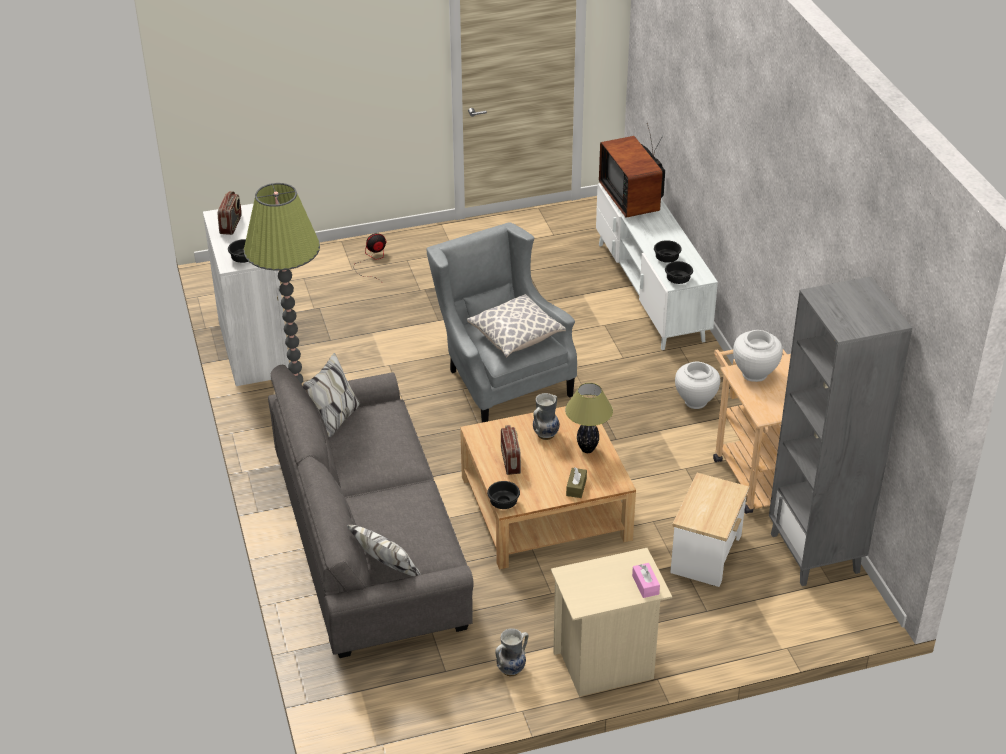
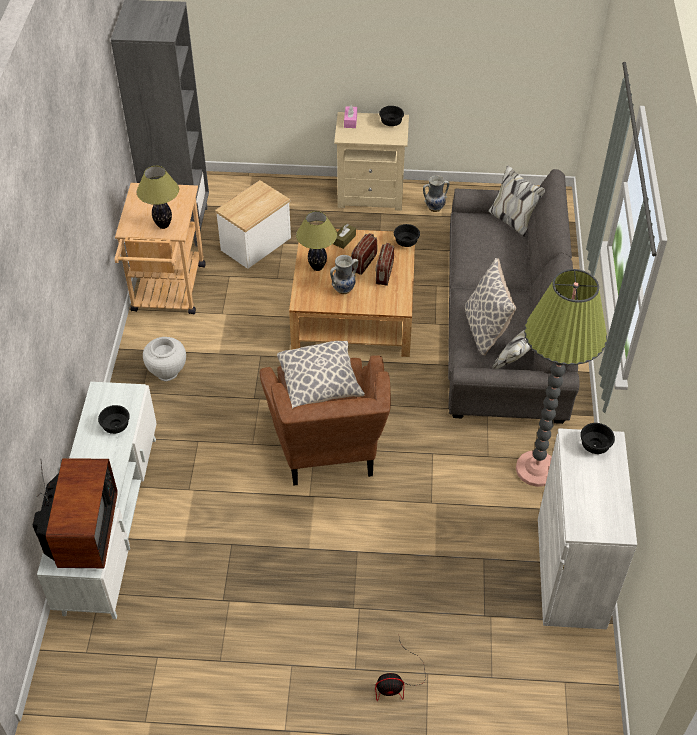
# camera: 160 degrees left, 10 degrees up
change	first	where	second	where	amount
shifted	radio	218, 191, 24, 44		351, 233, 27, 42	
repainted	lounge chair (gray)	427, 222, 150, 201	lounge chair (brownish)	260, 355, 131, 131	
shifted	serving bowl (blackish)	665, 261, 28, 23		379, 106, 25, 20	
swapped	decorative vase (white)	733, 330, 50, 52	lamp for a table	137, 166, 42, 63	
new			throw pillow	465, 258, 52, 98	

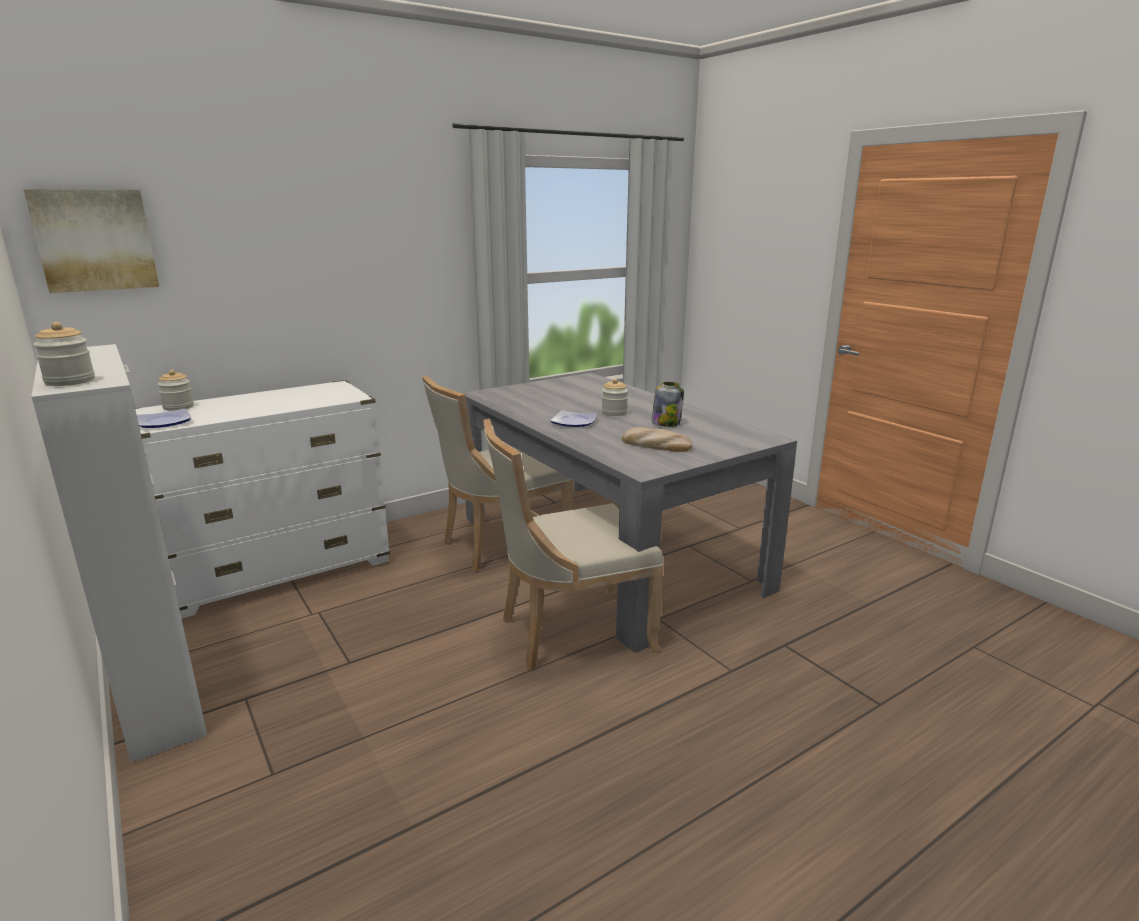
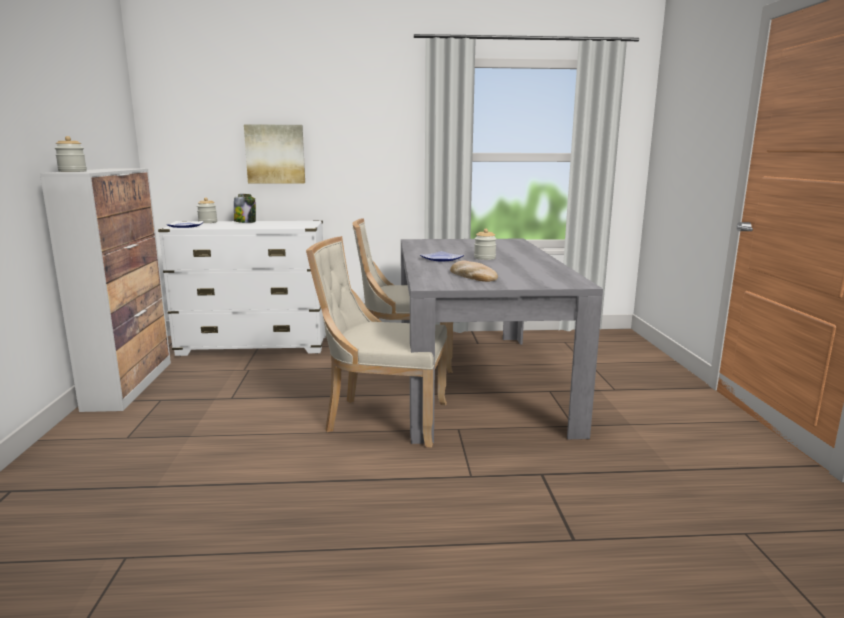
# camera: 30 degrees right, 5 degrees down
change	first	where	second	where	amount
shifted	wall art	23, 189, 136, 104		244, 124, 61, 59	
shifted	jar	652, 382, 32, 45		234, 194, 22, 29	

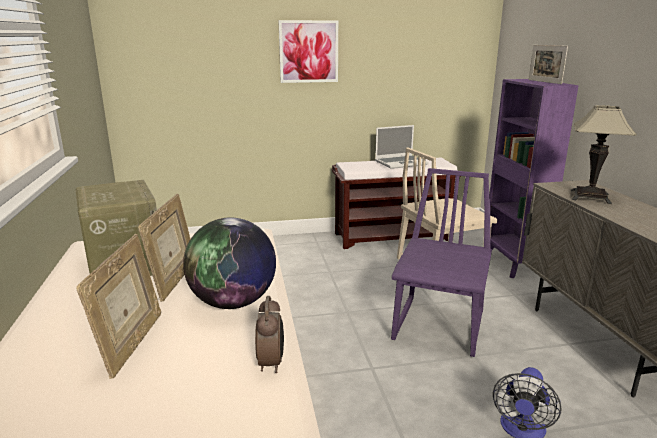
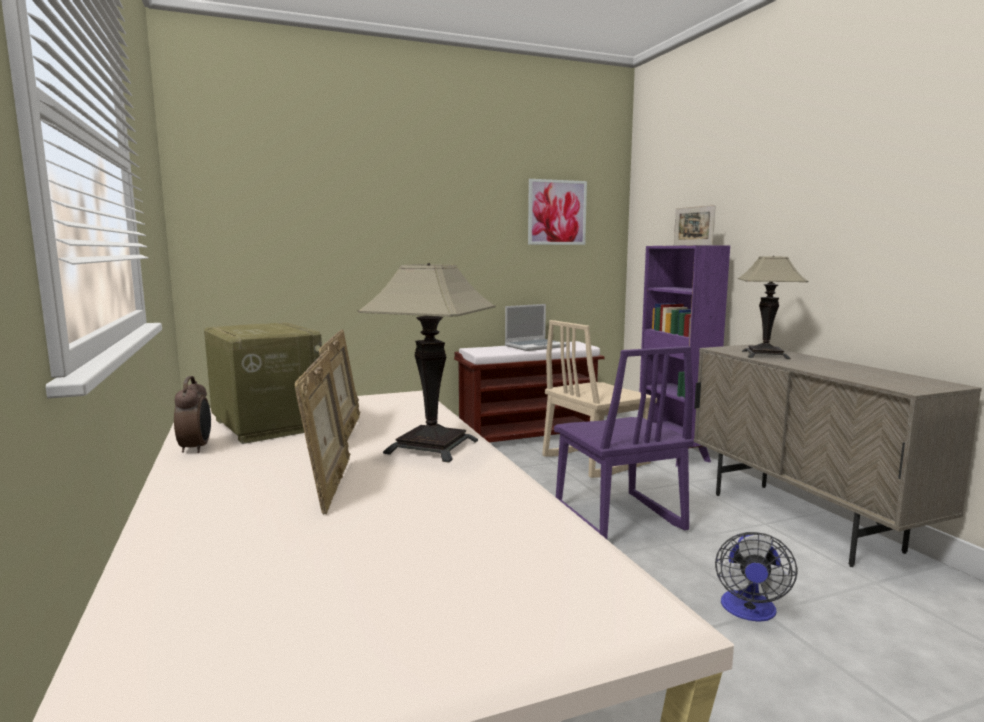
# camera: 10 degrees left, 10 degrees down
change	first	where	second	where	amount
shifted	wall art	278, 20, 60, 63		528, 179, 59, 66	
rotated	chair (purplish)	391, 168, 101, 189		554, 346, 140, 193	150 degrees clockwise
swapped	desk globe	183, 218, 93, 91	lamp for a table	358, 263, 138, 199	
shifted	bedside clock	255, 296, 29, 77		174, 376, 37, 77	

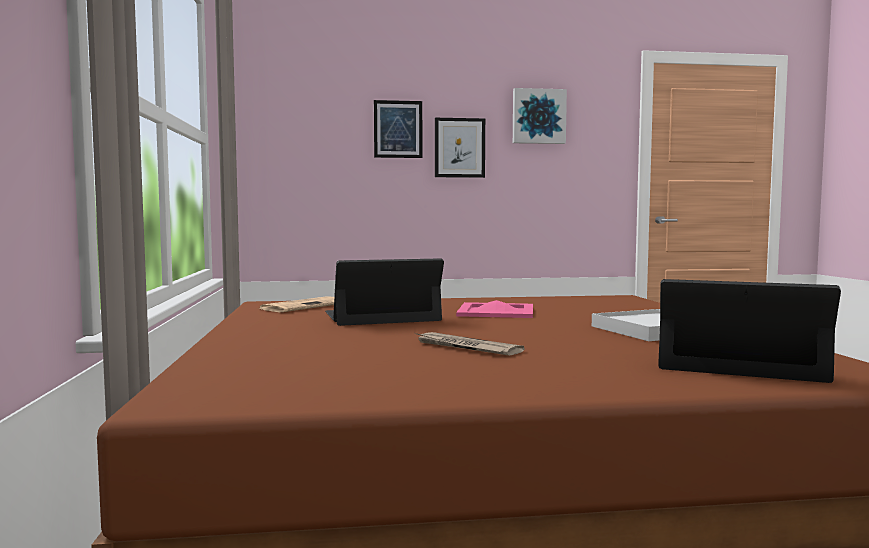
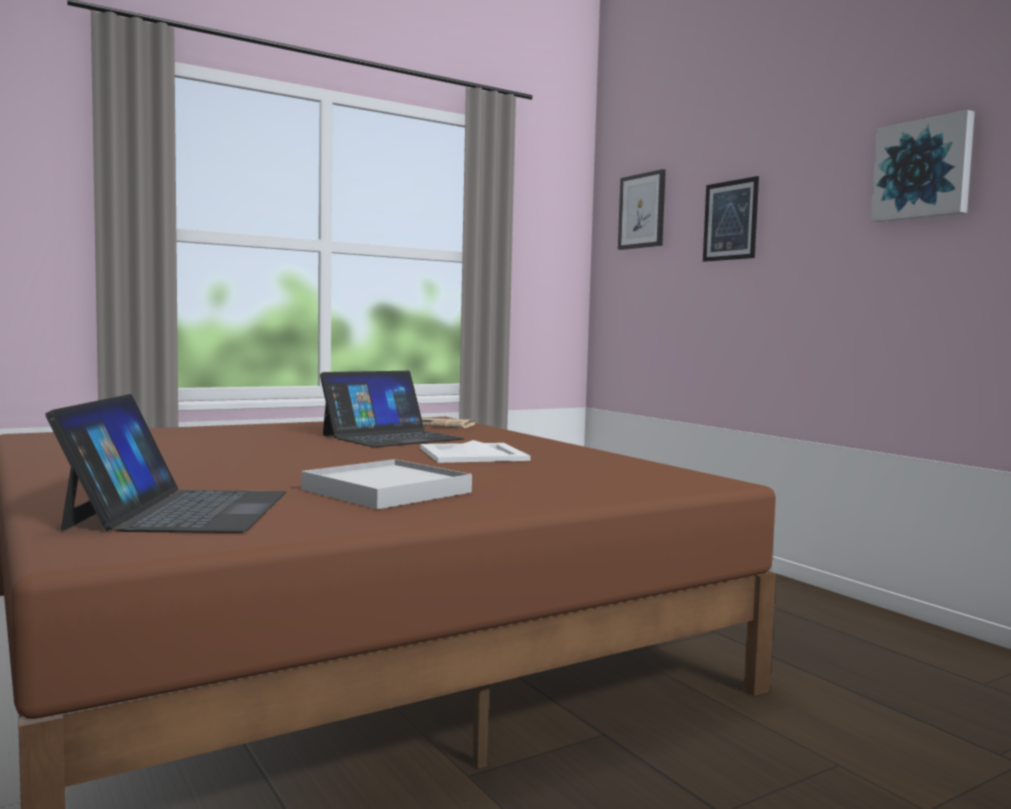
# camera: 65 degrees right, 0 degrees up
change	first	where	second	where	amount
shifted	wall art	435, 118, 50, 60		618, 169, 48, 81	
rotated	portable computer	325, 258, 119, 68		320, 371, 145, 76	90 degrees clockwise
repainted	carrying tray (pinkish)	456, 300, 77, 18	carrying tray (white)	420, 440, 111, 23	
gone	printed paper	415, 332, 110, 24			

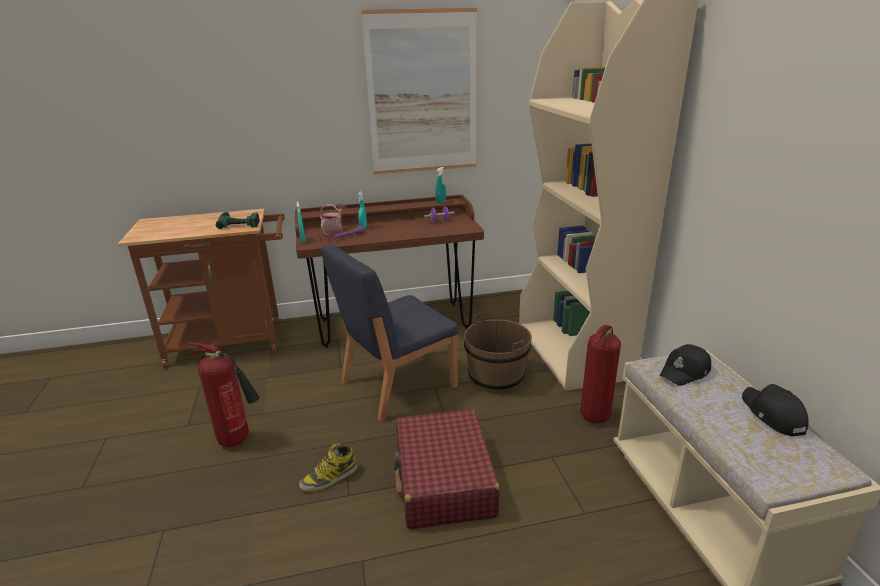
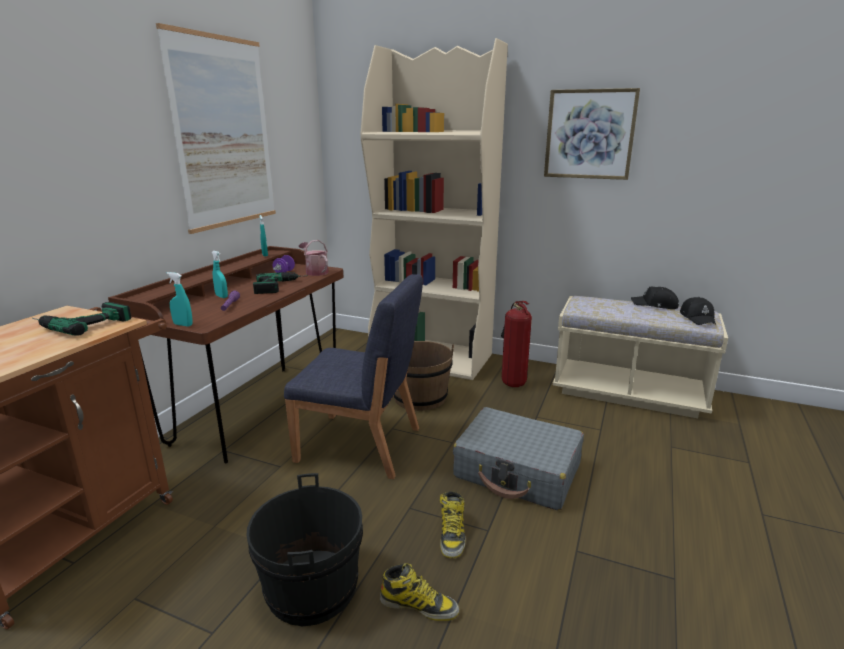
# camera: 55 degrees left, 5 degrees down
change	first	where	second	where	amount
shifted	sprinkling can	320, 204, 26, 34		299, 240, 30, 36	
rotated	chair (blue-coloured)	321, 245, 138, 177		284, 274, 139, 205	75 degrees counterclockwise
swapped	extinguisher	189, 343, 70, 104	bucket (blackish)	246, 473, 117, 153	
shifted	baseball cap (blackish)	659, 344, 52, 42		680, 297, 36, 28	
repainted	suitcase (reddish)	394, 409, 106, 121	suitcase (gray)	453, 407, 131, 104	
new			wall art	544, 88, 96, 92	
new			drill	253, 272, 55, 22	
new			boot	380, 563, 80, 58	

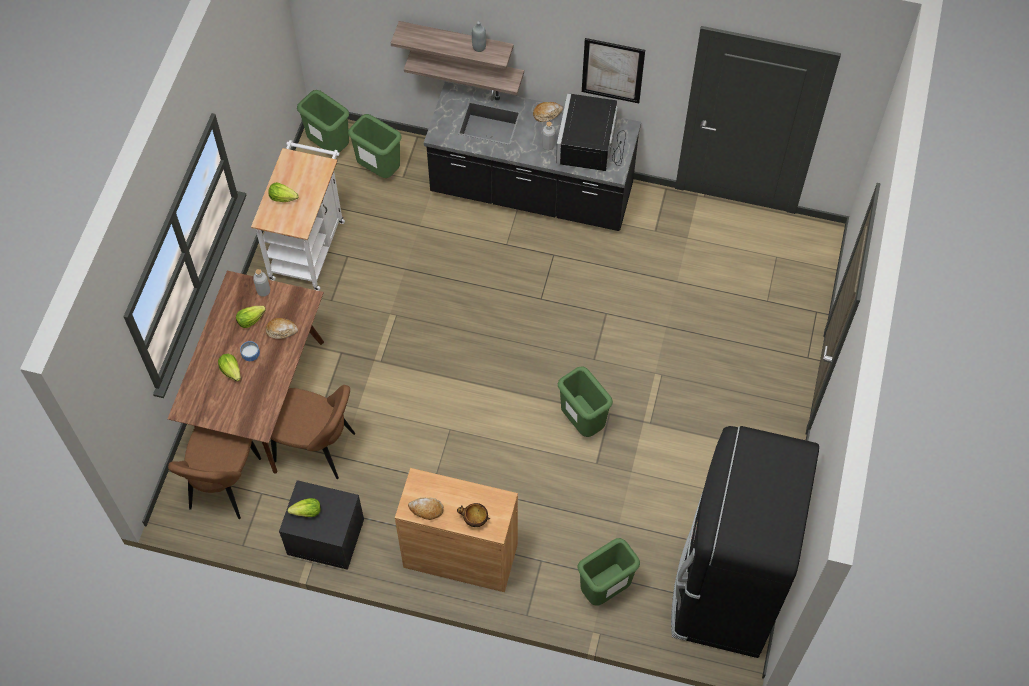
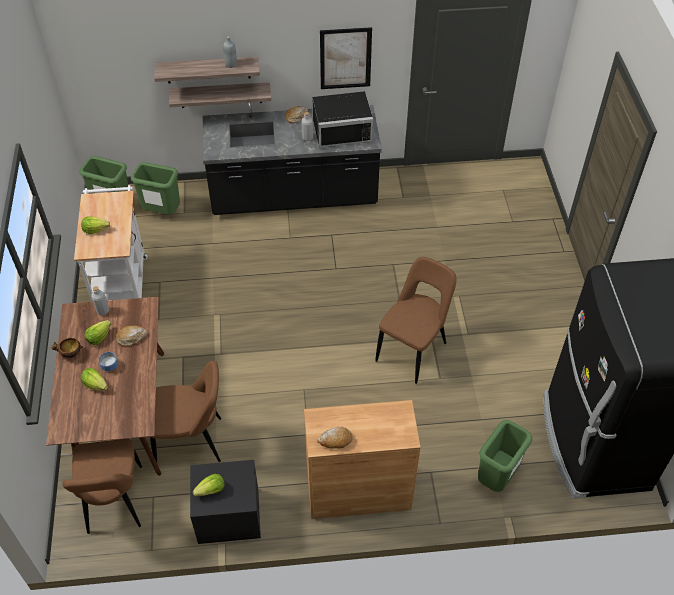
# camera: 20 degrees left, 10 degrees down
change	first	where	second	where	amount
rotated	microwave oven (blackish)	556, 93, 70, 78		312, 91, 61, 57	90 degrees counterclockwise
swapped	waste bin (greenish)	558, 367, 55, 70	chair (brownish)	375, 257, 82, 127	
shifted	serving bowl	457, 503, 33, 24		51, 338, 32, 20	

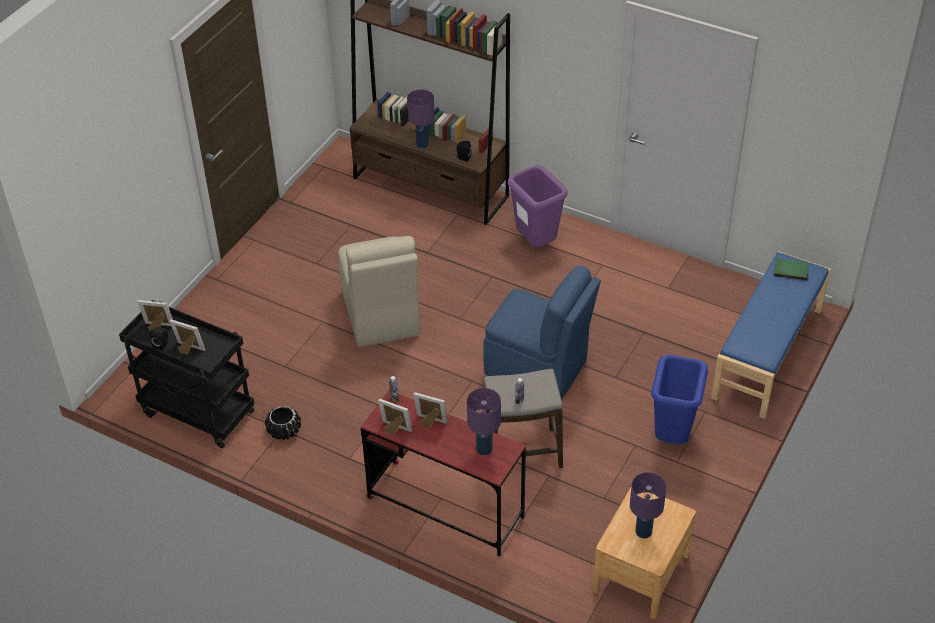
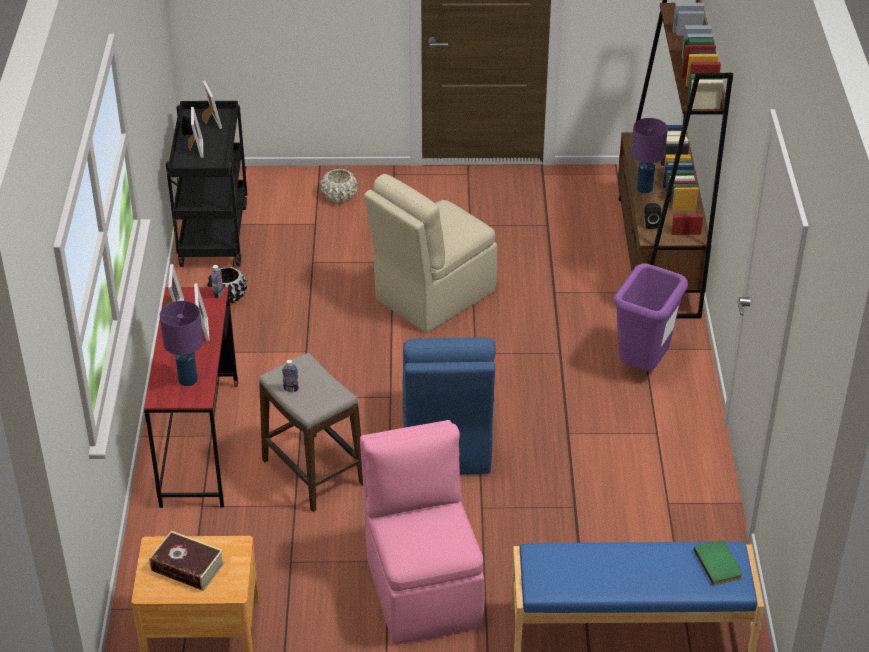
# camera: 60 degrees right, 5 degrees down
change	first	where	second	where	amount
swapped	waste bin (blue-coloured)	651, 355, 57, 90	chair (pinkish)	360, 420, 125, 224	
swapped	lamp for a table (purplish)	630, 472, 36, 67	bound book	149, 531, 76, 60	
new			plant pot (beige-coloured)	320, 169, 38, 34	

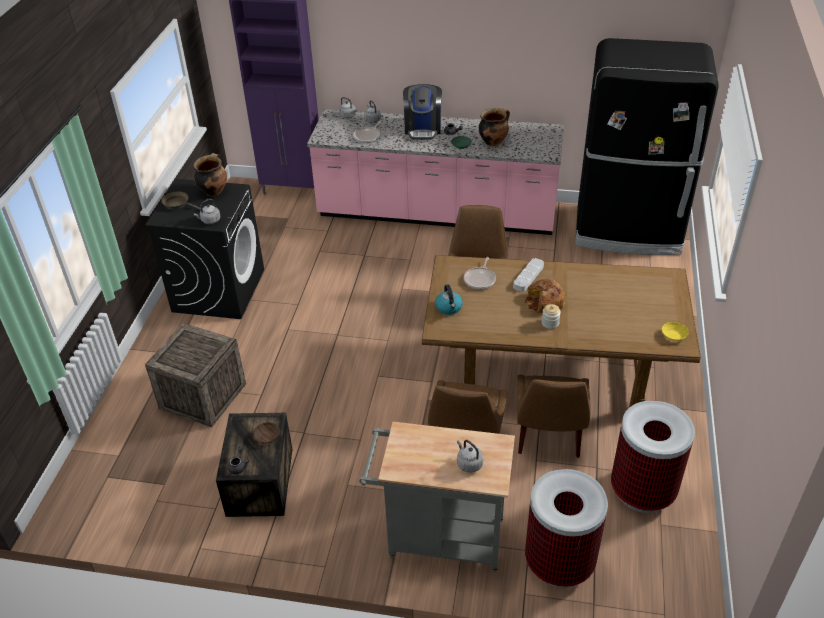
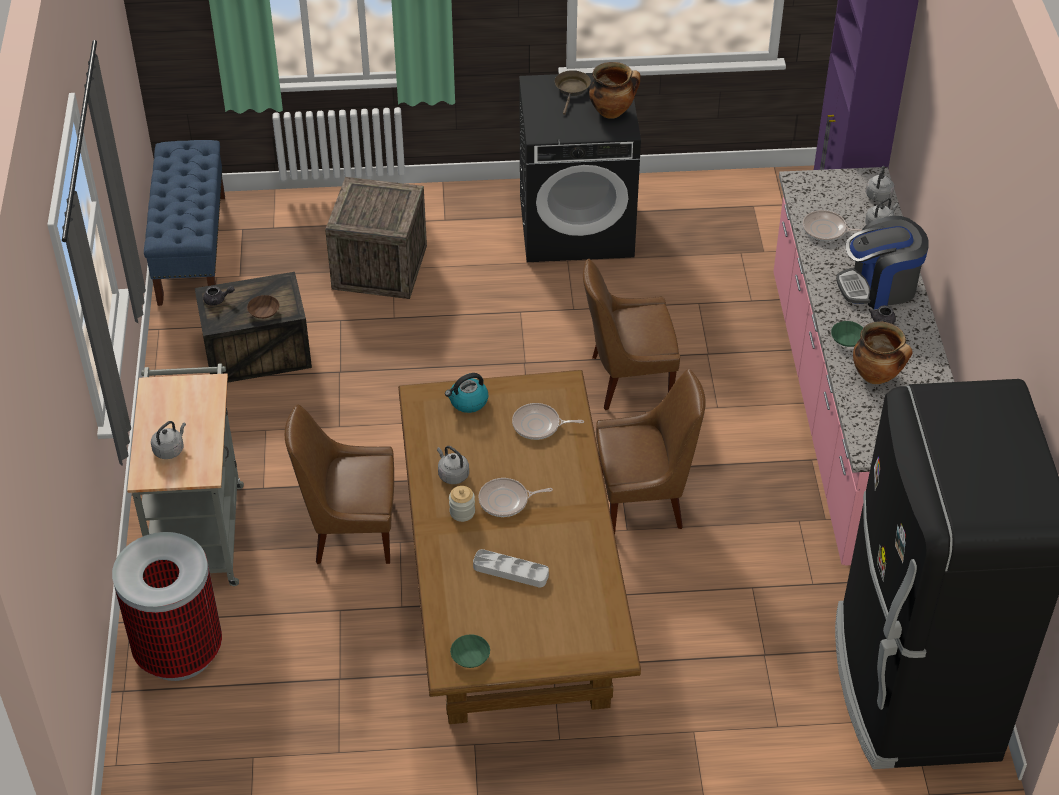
# camera: 75 degrees right, 5 degrees up
change	first	where	second	where	amount
shifted	water kettle (gray)	194, 199, 26, 25		437, 446, 32, 38	
shifted	carrying tray (gray)	513, 258, 31, 34		473, 549, 76, 39	
swapped	bread	525, 278, 40, 36	skillet	479, 478, 74, 39	
repainted	serving bowl (yellowish)	662, 322, 27, 19	serving bowl (greenish)	450, 634, 40, 34	
shifted	chair (brownish)	517, 375, 74, 83		583, 259, 97, 151	
gone	waste bin	611, 400, 84, 113			
new			bench (blue-coloured)	144, 140, 81, 166	

